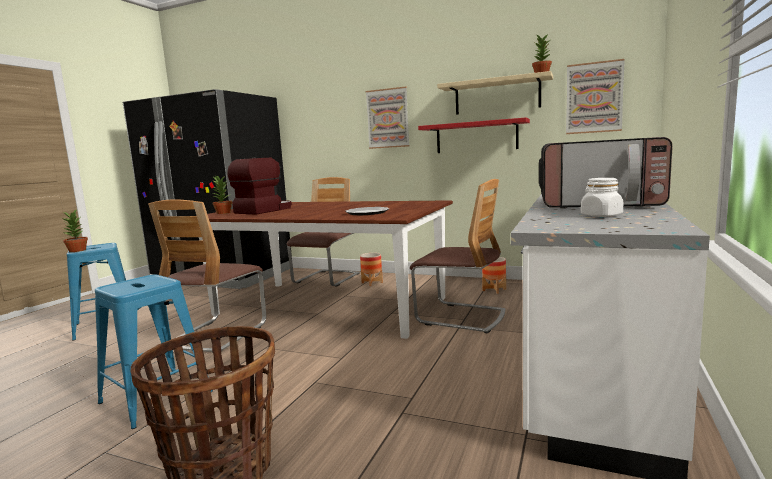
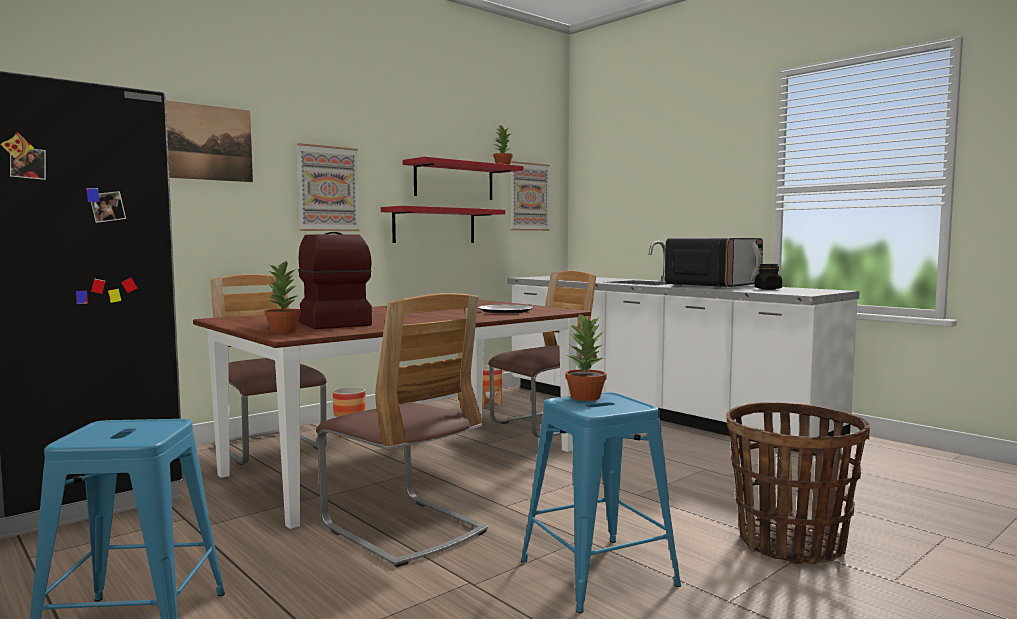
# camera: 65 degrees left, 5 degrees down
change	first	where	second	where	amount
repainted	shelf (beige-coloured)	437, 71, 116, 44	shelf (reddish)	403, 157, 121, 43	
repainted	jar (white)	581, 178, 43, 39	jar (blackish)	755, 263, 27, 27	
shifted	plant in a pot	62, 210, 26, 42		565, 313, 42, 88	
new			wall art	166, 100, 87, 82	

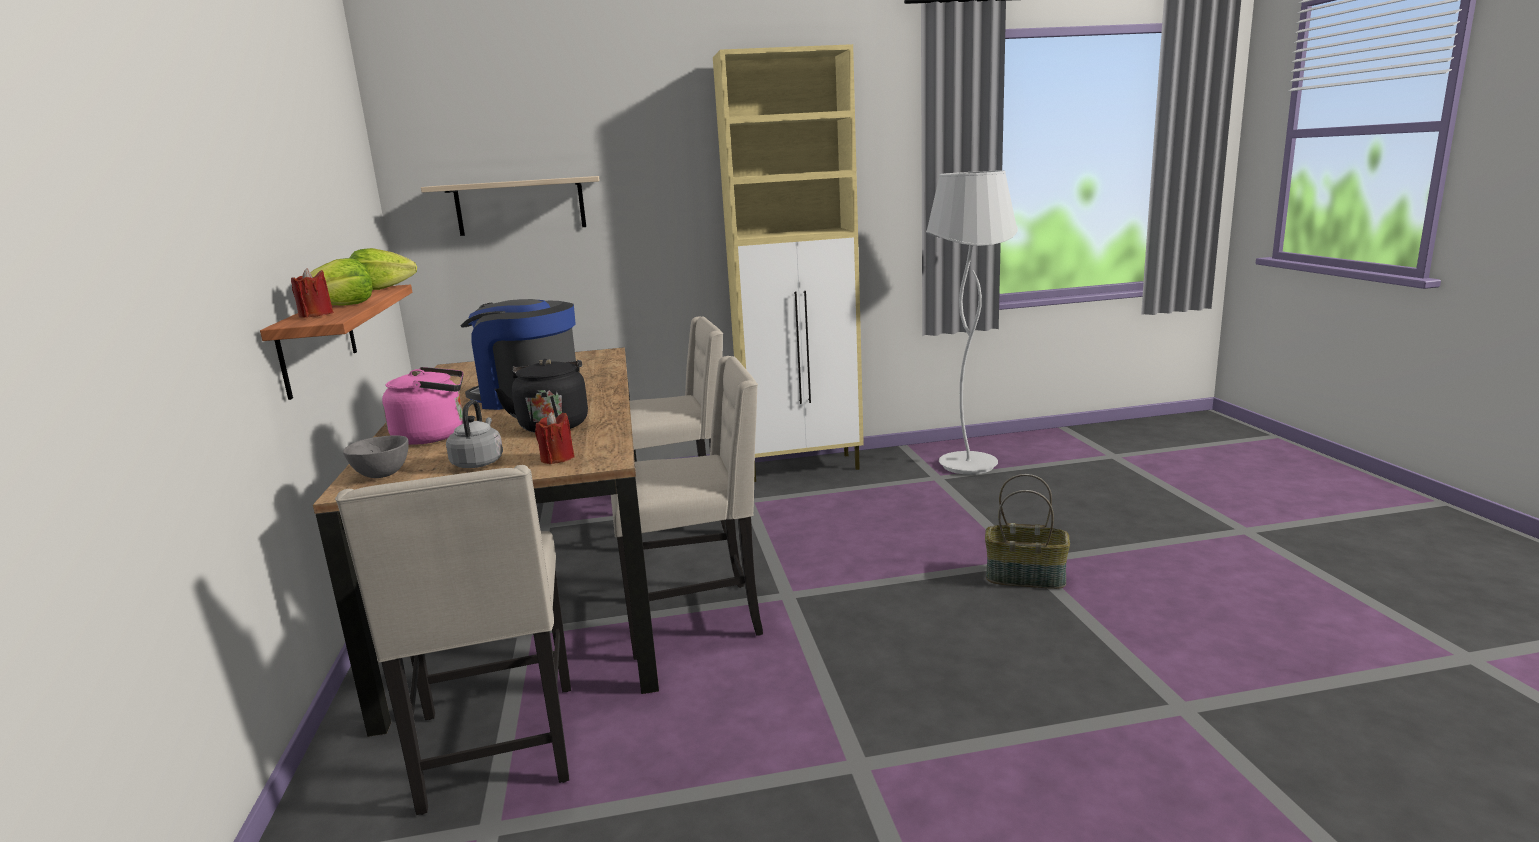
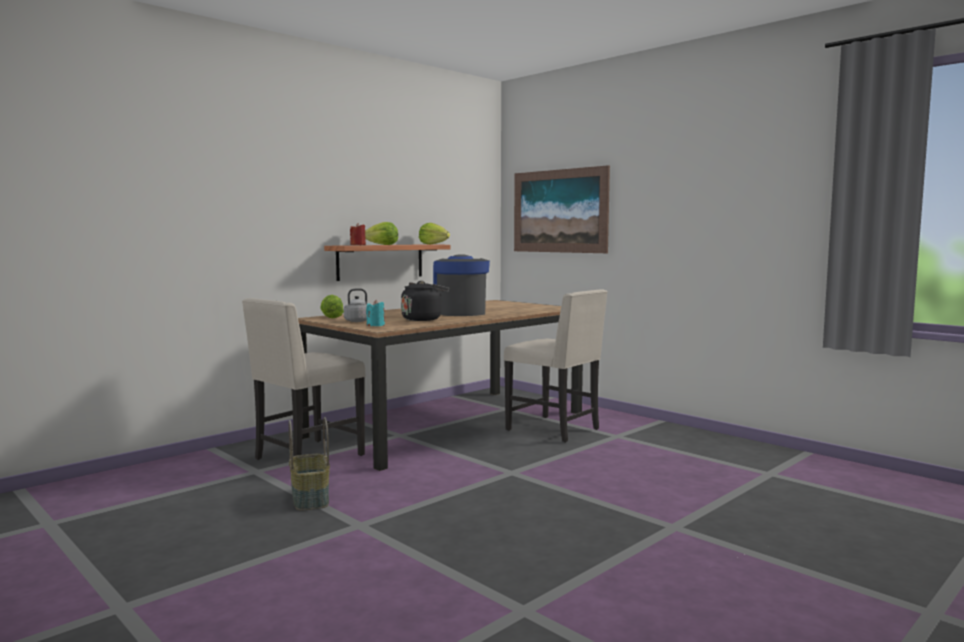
# camera: 55 degrees right, 10 degrees down
change	first	where	second	where	amount
gone	storage cabinet (beige-coloured)	713, 44, 151, 438			
gone	standard lamp (white)	926, 171, 92, 304			
swapped	shelf	421, 176, 179, 60	wall art	514, 165, 96, 88	
gone	chair (beige-coloured)	611, 356, 152, 304			
gone	water kettle (pinkish)	382, 367, 81, 78			
repainted	candle (reddish)	535, 412, 40, 52	candle (blue-green)	366, 300, 19, 26	
swapped	serving bowl (gray)	343, 436, 66, 42	head of lettuce	320, 295, 24, 23	
shifted	basket	985, 474, 85, 115		289, 417, 41, 94	

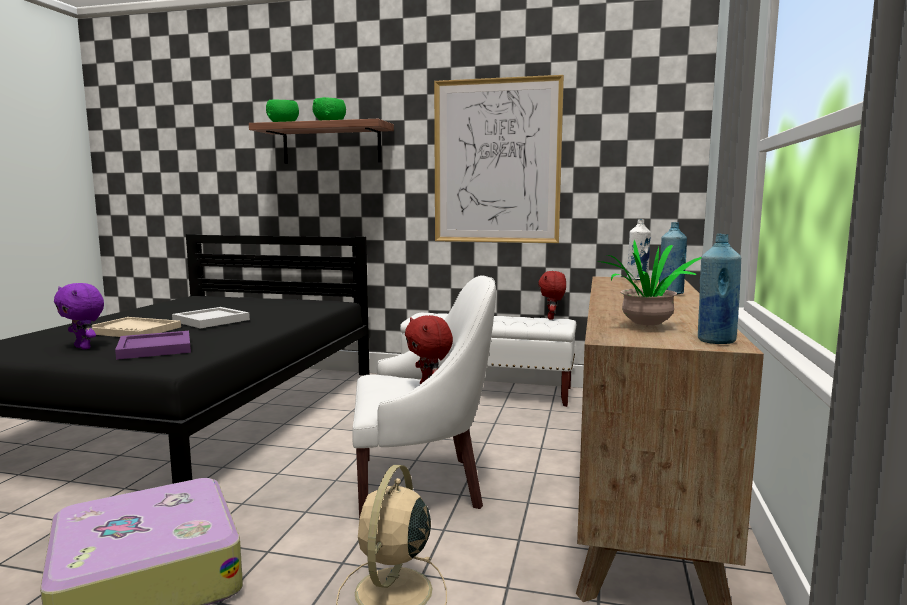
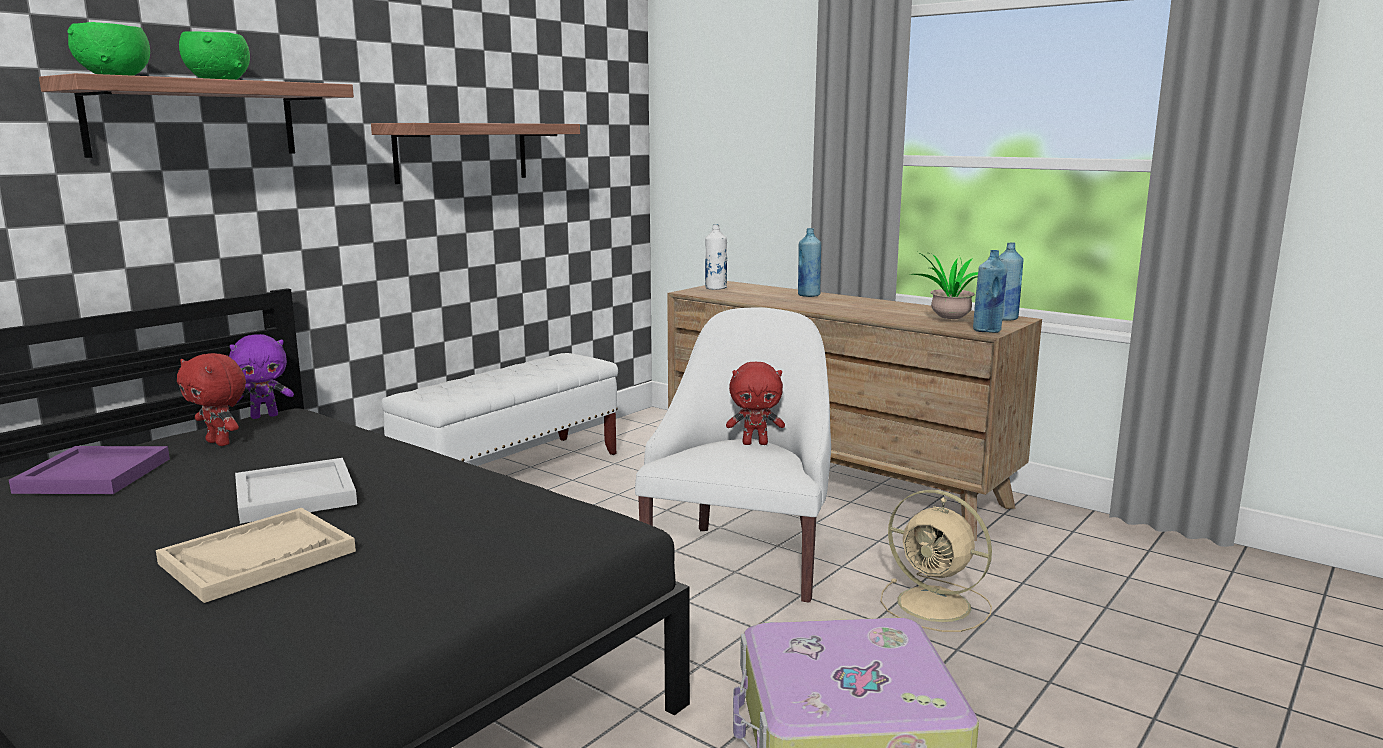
# camera: 65 degrees left, 5 degrees up
change	first	where	second	where	amount
swapped	wall art	434, 75, 130, 168	shelf	371, 123, 209, 61	
shifted	soft toy (reddish)	539, 271, 27, 49		177, 353, 69, 93	
shifted	soft toy (purplish)	54, 283, 50, 67		229, 334, 65, 85	
shifted	carrying tray (purplish)	115, 331, 76, 29		9, 446, 161, 48	
new			bottle (blue-coloured)	973, 250, 34, 83	

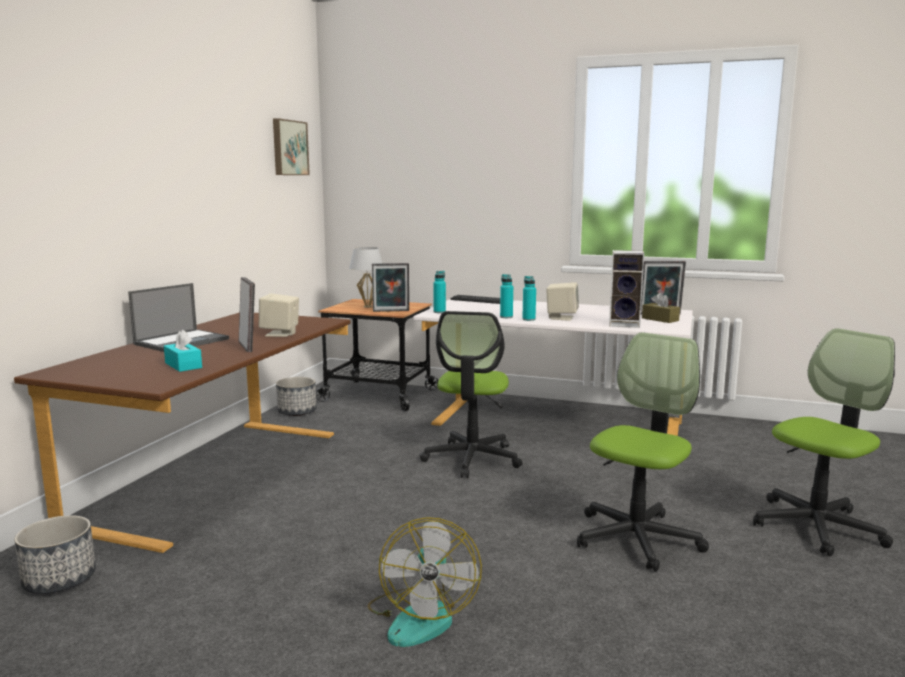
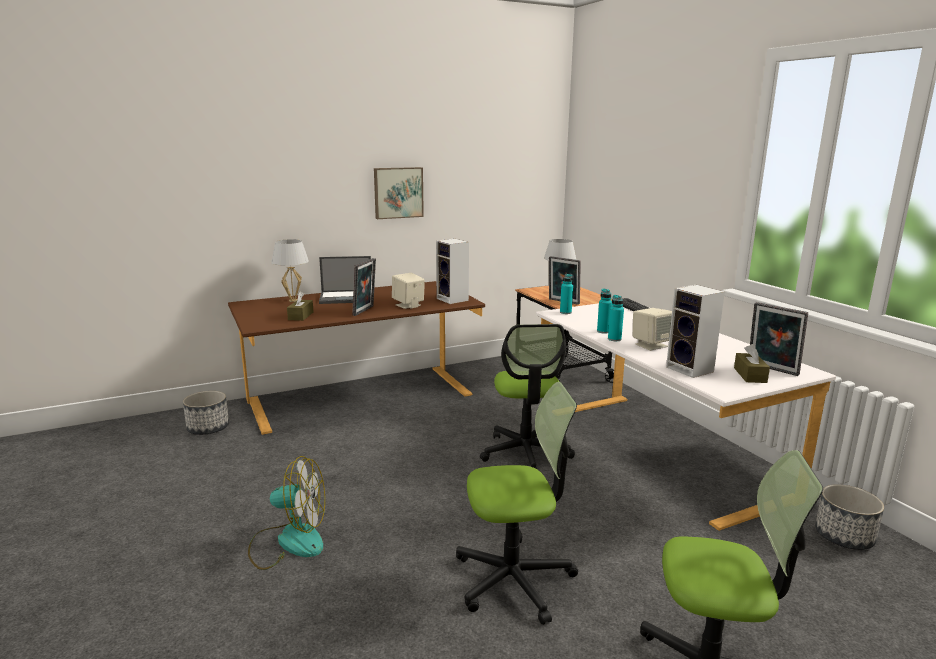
# camera: 45 degrees right, 5 degrees up
change	first	where	second	where	amount
shifted	wall art	273, 118, 37, 57		374, 167, 50, 52	
rotated	office chair	420, 311, 103, 167		480, 324, 95, 145	60 degrees counterclockwise
repainted	box of tissues (blue-green)	164, 330, 38, 42	box of tissues (brownish)	287, 291, 26, 30	
shifted	plant pot	276, 377, 41, 39		815, 484, 69, 66	
rotated	fan	368, 517, 114, 130		248, 456, 77, 114	135 degrees counterclockwise
new			lamp for a table (white)	271, 239, 38, 63	
new			audio speaker	436, 239, 33, 65	

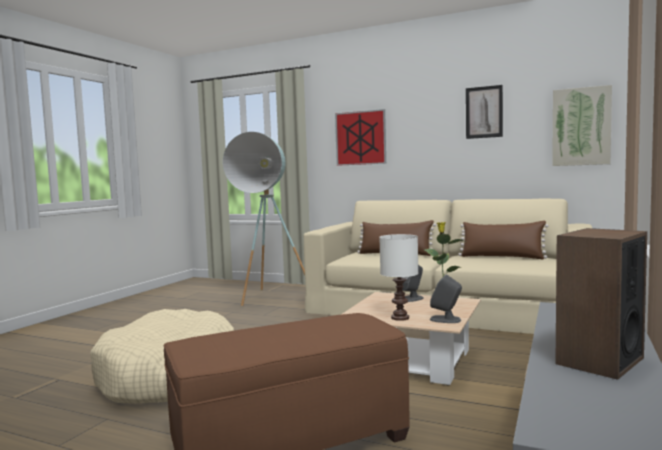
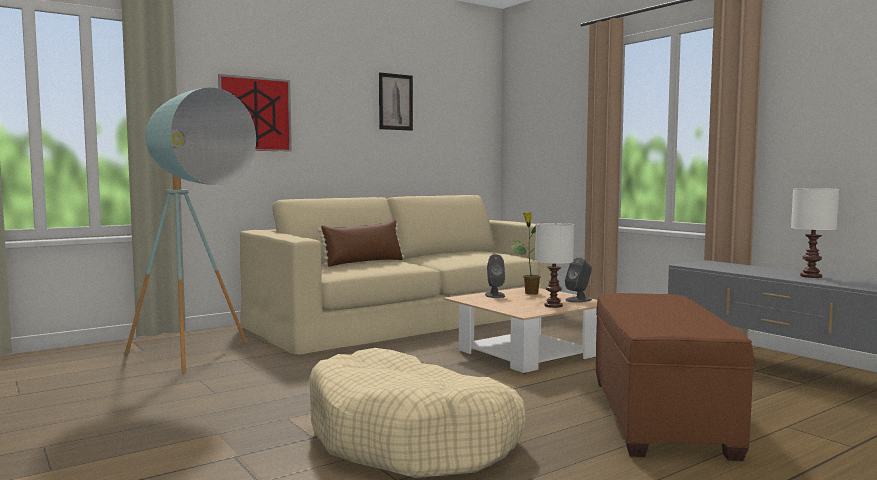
# camera: 60 degrees left, 0 degrees up
change	first	where	second	where	amount
gone	wall art	552, 85, 60, 81			
gone	throw pillow (brownish)	458, 221, 91, 38			
swapped	audio speaker	555, 228, 92, 152	lamp for a table (white)	791, 188, 48, 90	

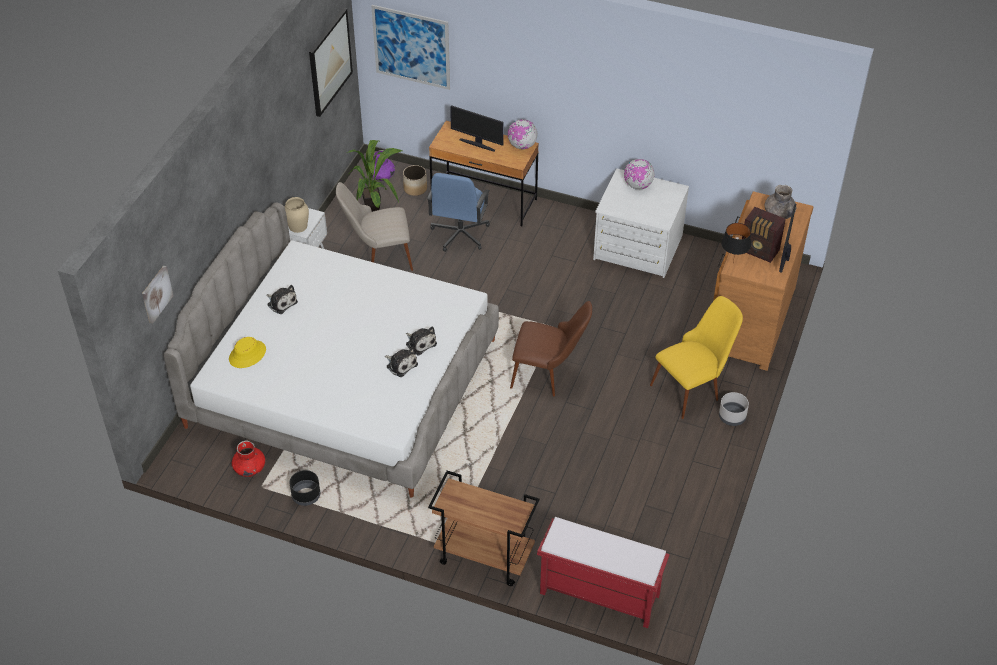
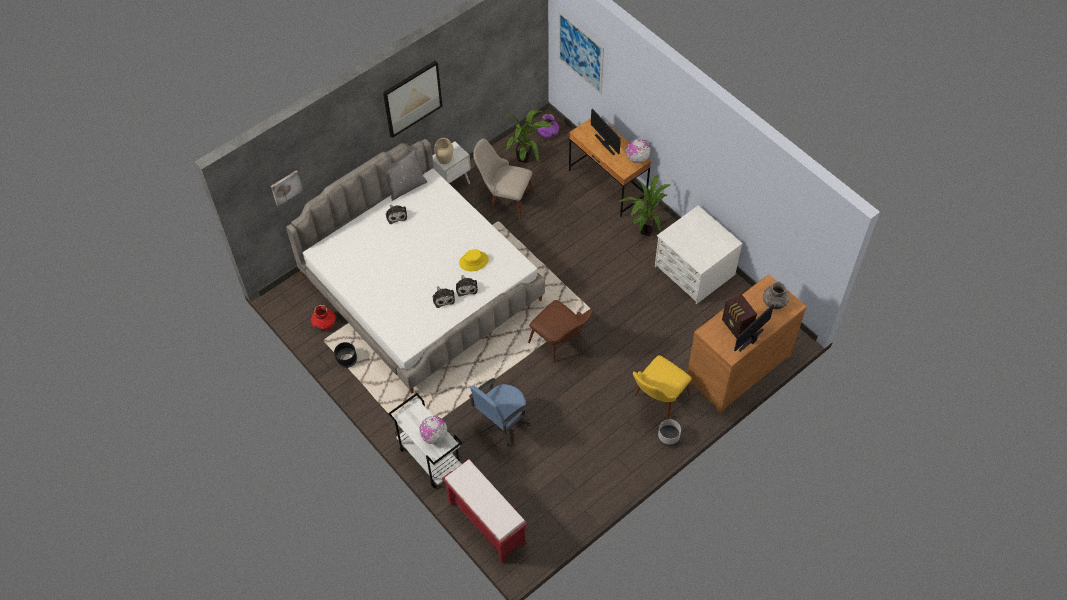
# camera: 30 degrees right, 10 degrees up
change	first	where	second	where	amount
shifted	wall art	309, 8, 44, 109		383, 60, 60, 78	
shifted	desk globe	624, 159, 31, 30		419, 416, 28, 28	
gone	plant pot	403, 165, 24, 31			
shifted	office chair (blue-coloured)	427, 173, 63, 79		469, 378, 62, 69	
gone	lamp for a table (blackish)	721, 223, 30, 39			
rotated	chair (yellowish)	650, 296, 93, 123		633, 355, 59, 64	135 degrees clockwise
shifted	hat (yellowish)	229, 337, 37, 31		459, 249, 30, 22	
repainted	cart (brownish)	428, 471, 112, 115	cart (white)	388, 393, 74, 96	
new			throw pillow (gray)	387, 149, 40, 52	
new			plant in a pot	617, 175, 53, 61	

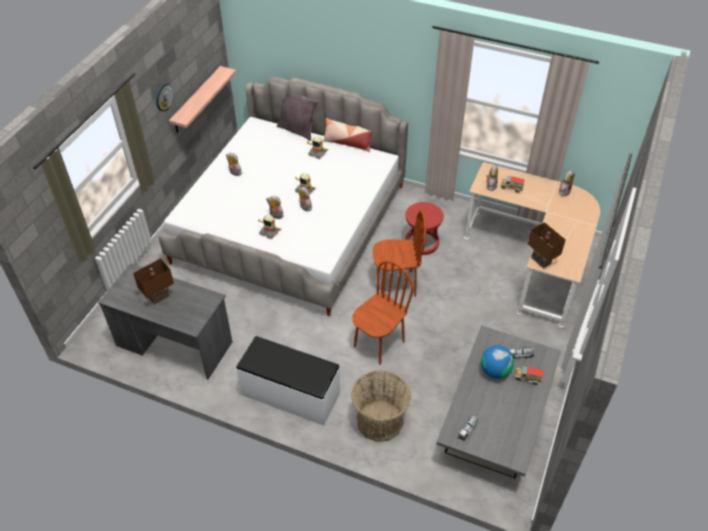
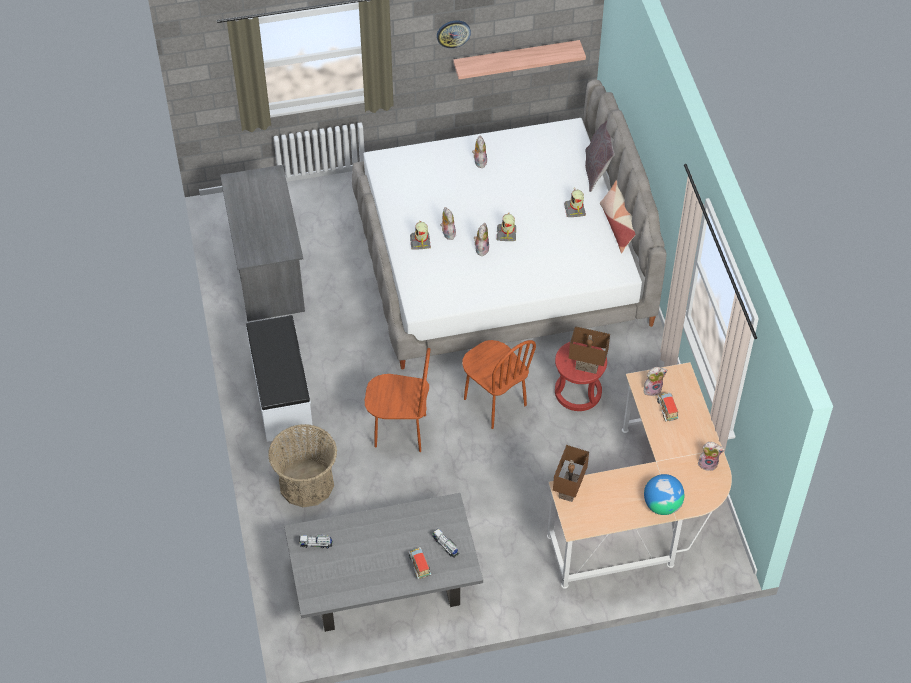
# camera: 55 degrees right, 5 degrees up
change	first	where	second	where	amount
shifted	lamp for a table (brownish)	133, 258, 41, 47		569, 326, 41, 48	
shifted	desk globe	481, 345, 33, 34		644, 474, 40, 41	

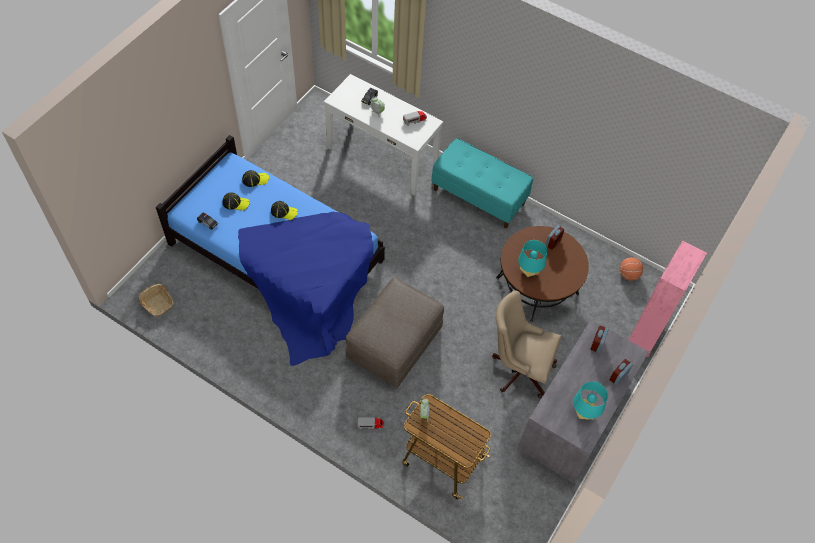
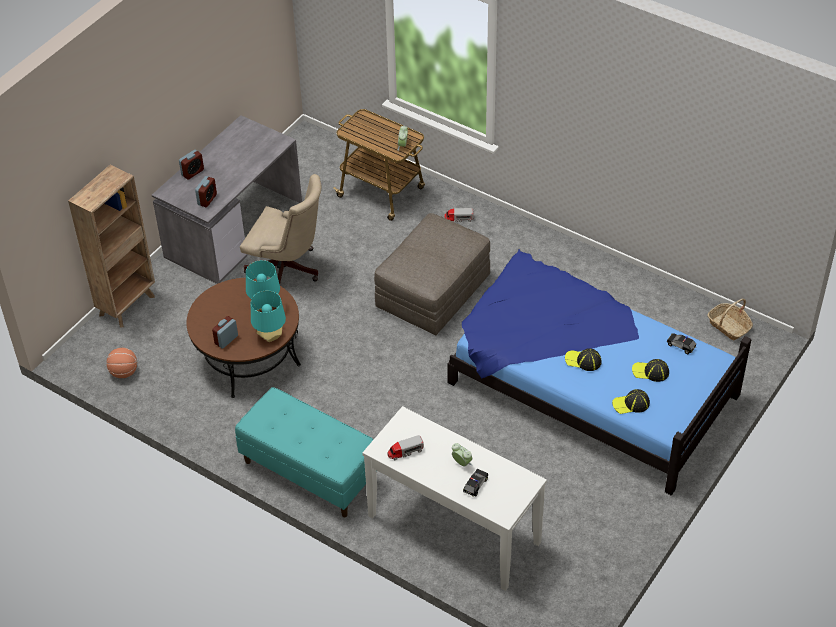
# camera: 175 degrees left, 10 degrees down
change	first	where	second	where	amount
repainted	shelving unit (pinkish)	629, 241, 78, 116	shelving unit (brownish)	68, 165, 87, 163	
shifted	lamp for a table (blue-green)	573, 381, 35, 39		251, 290, 35, 52	

